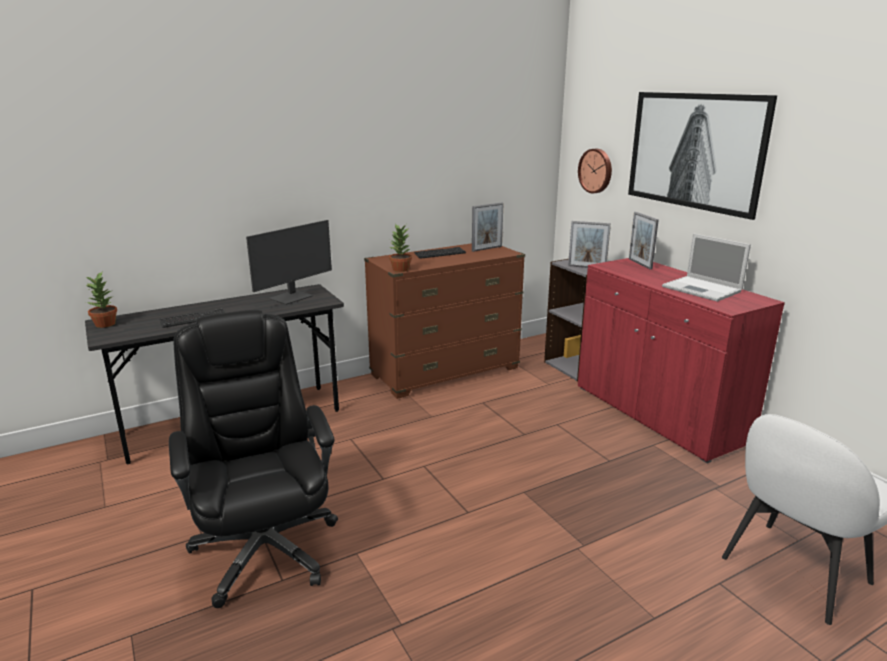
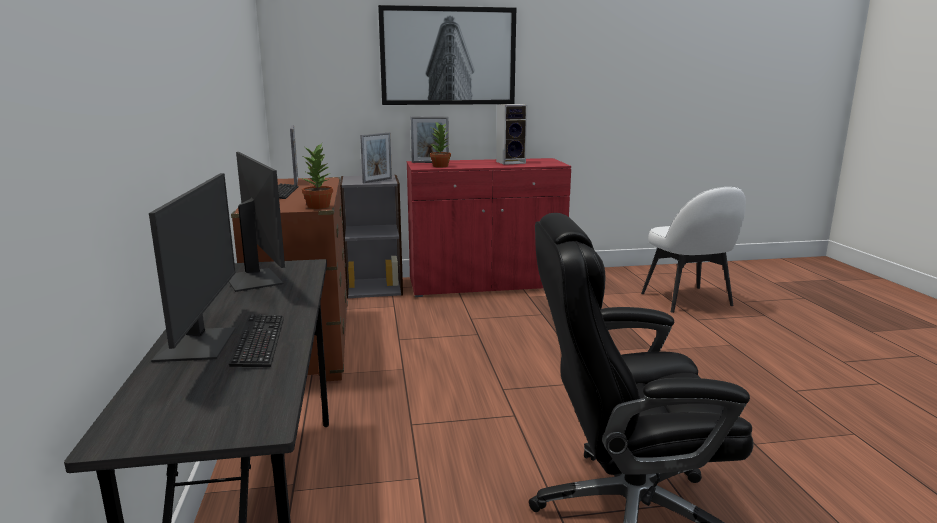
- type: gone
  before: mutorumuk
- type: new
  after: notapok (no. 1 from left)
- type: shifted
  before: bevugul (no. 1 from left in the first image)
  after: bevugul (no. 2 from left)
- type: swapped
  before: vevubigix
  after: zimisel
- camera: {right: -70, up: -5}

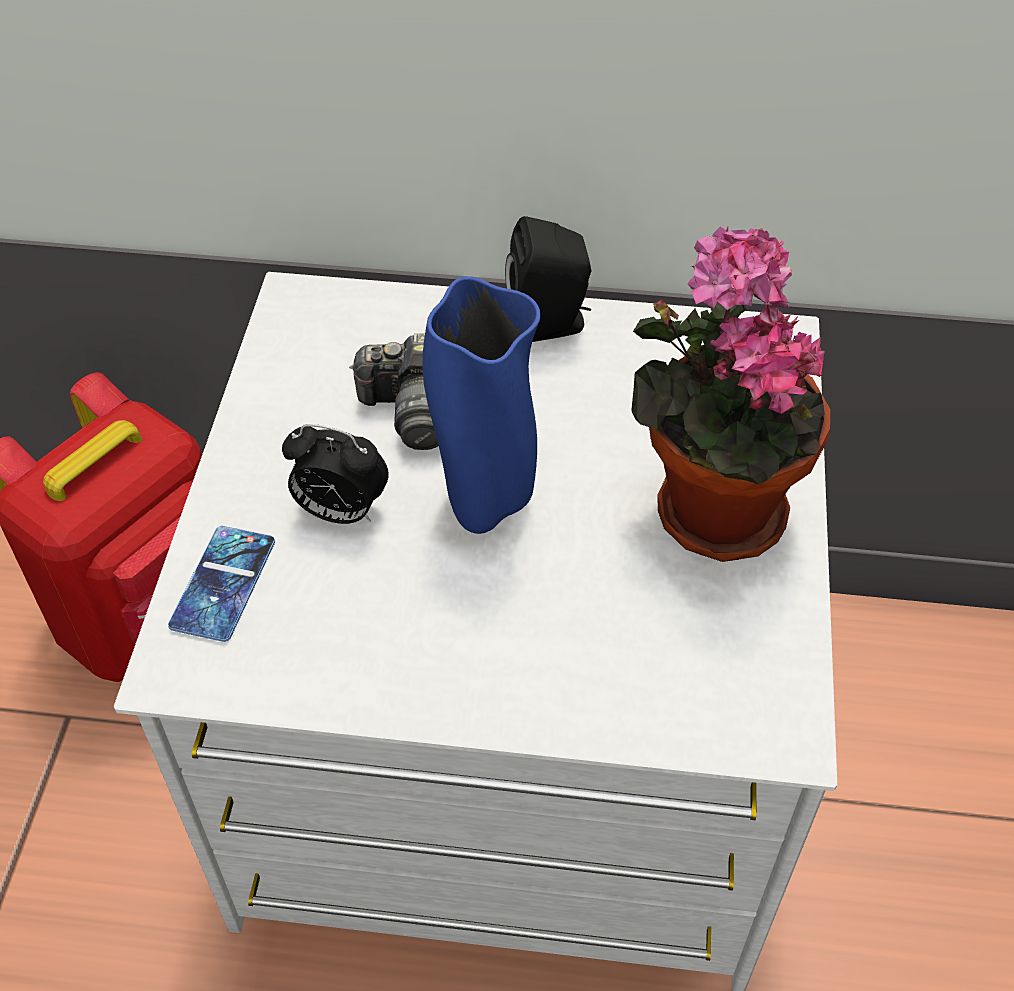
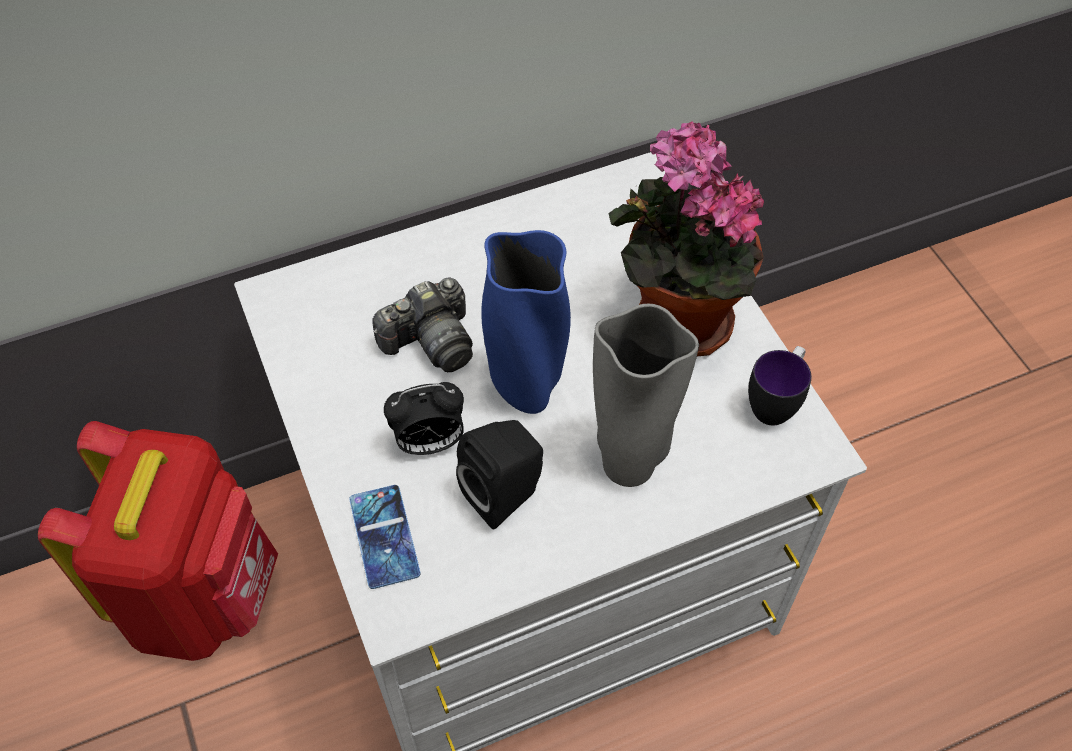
- type: new
  after: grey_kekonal
- type: new
  after: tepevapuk
- type: shifted
  before: black_zimisel
- camera: {right: -30, up: 5}

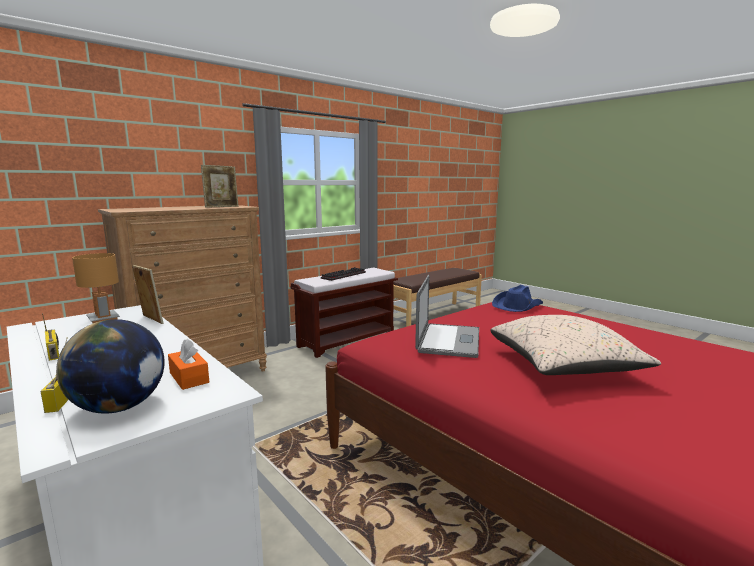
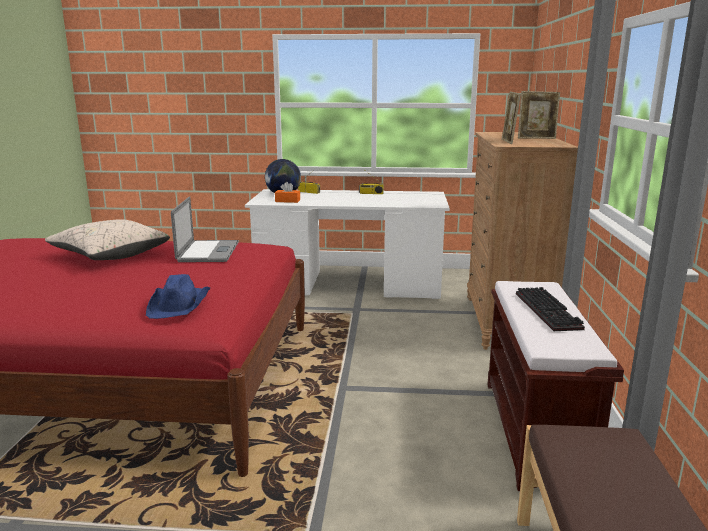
- type: gone
  before: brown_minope
- type: shifted
  before: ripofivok (no. 1 from left in the first image)
  after: ripofivok (no. 2 from left)
- type: rotated
  before: vevubigix
  turn: -150
- camera: {right: 135, up: 5}

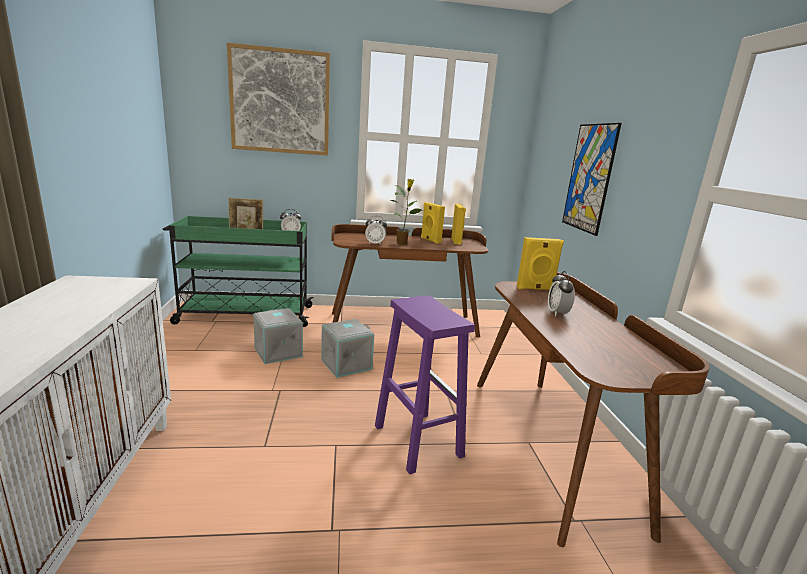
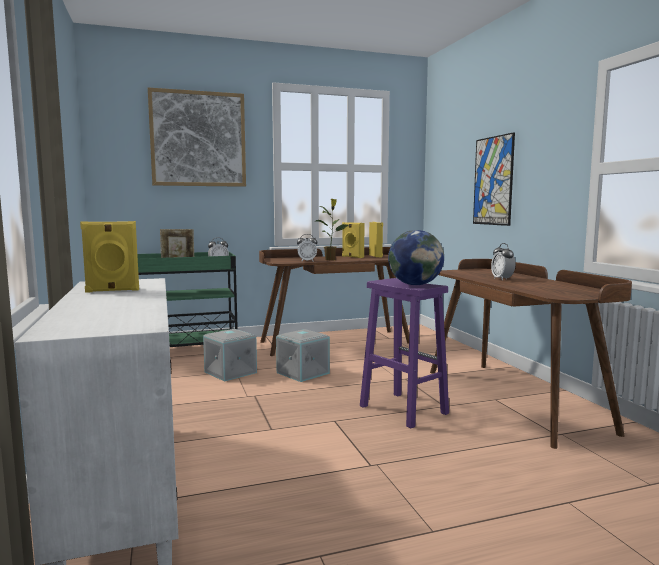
- type: new
  after: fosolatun
- type: shifted
  before: yellow_zimisel (no. 3 from left in the first image)
  after: yellow_zimisel (no. 1 from left)
- camera: {right: -10, up: -10}

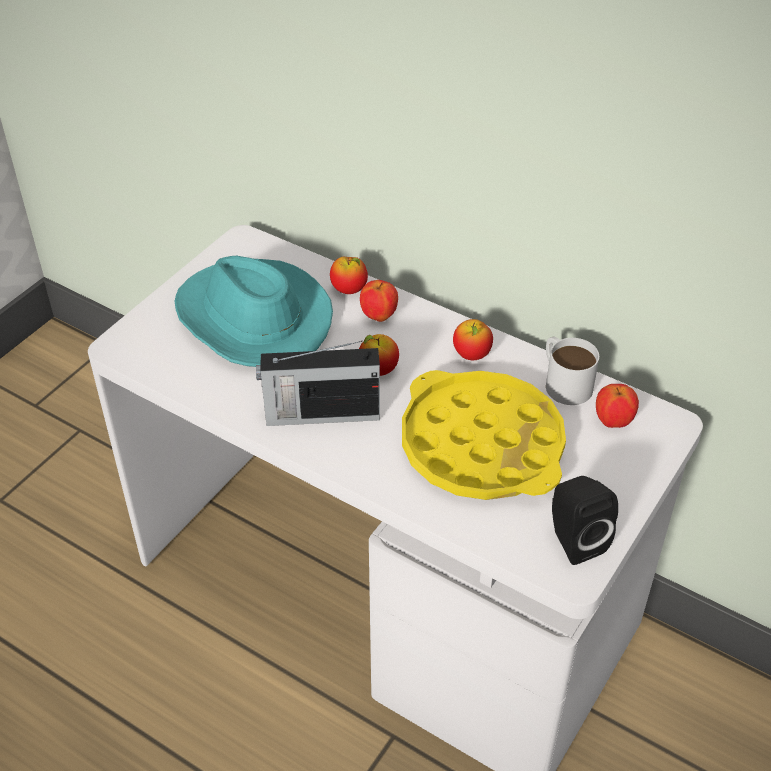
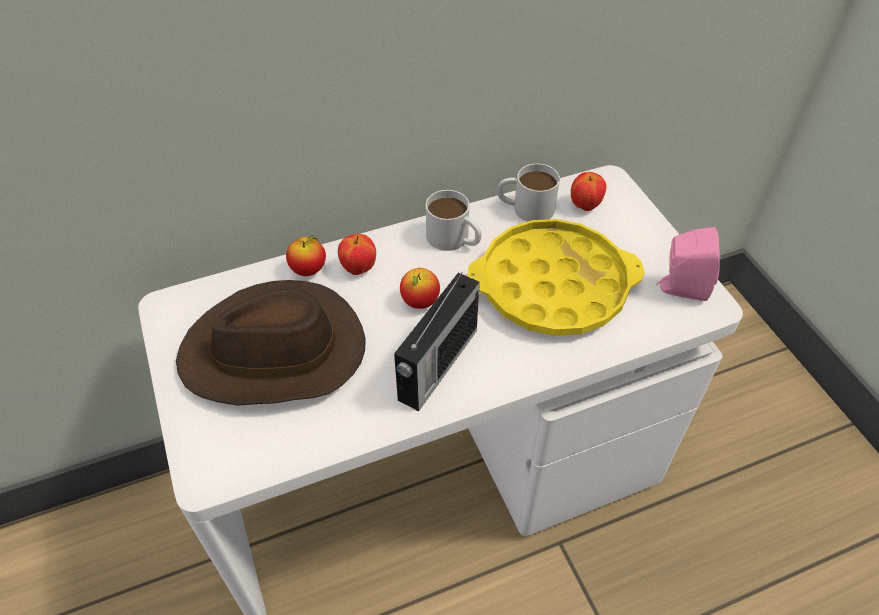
- type: swapped
  before: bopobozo (no. 4 from left)
  after: white_tepevapuk (no. 1 from left)
- type: repainted
  before: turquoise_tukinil
  after: brown_tukinil
- type: repainted
  before: black_zimisel
  after: pink_zimisel
- camera: {right: -55, up: 5}

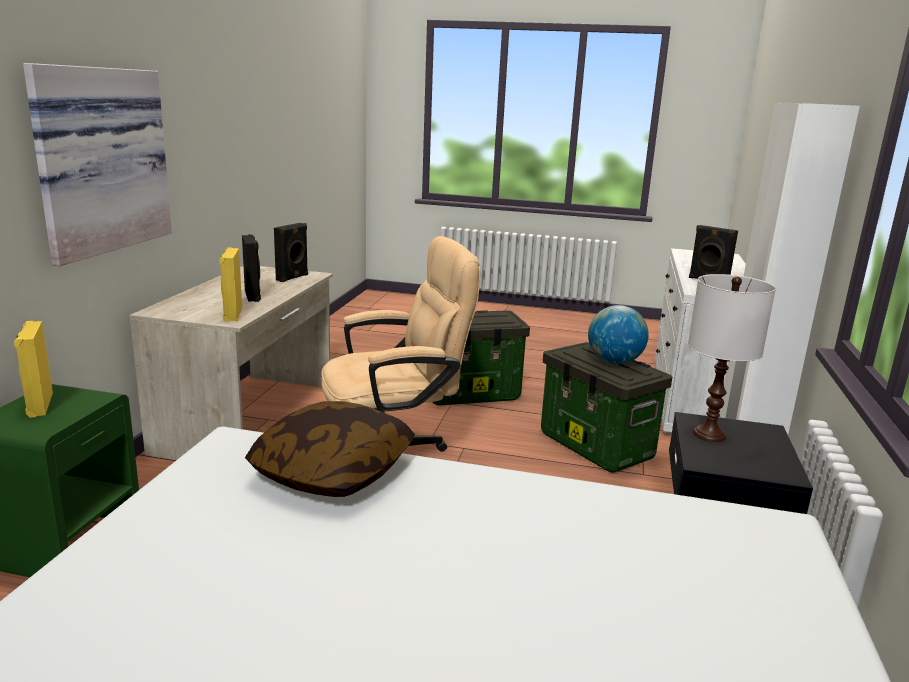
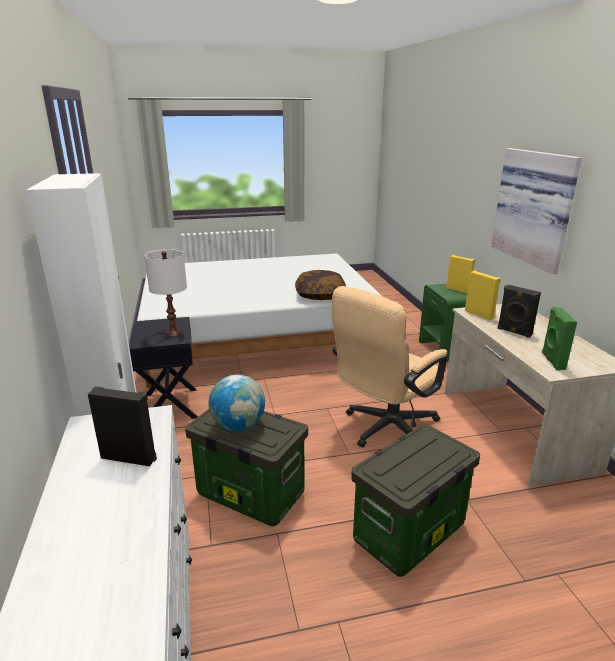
- type: repainted
  before: black_zimisel (no. 2 from left)
  after: green_zimisel
- camera: {right: 155, up: 5}

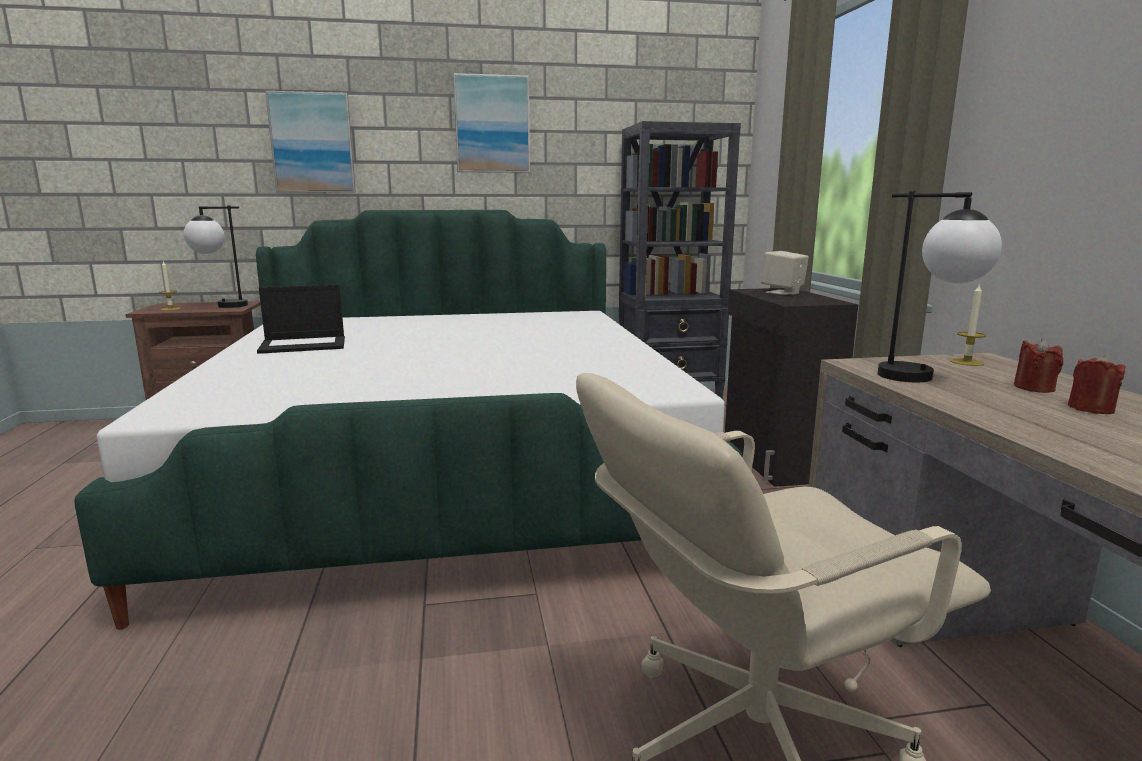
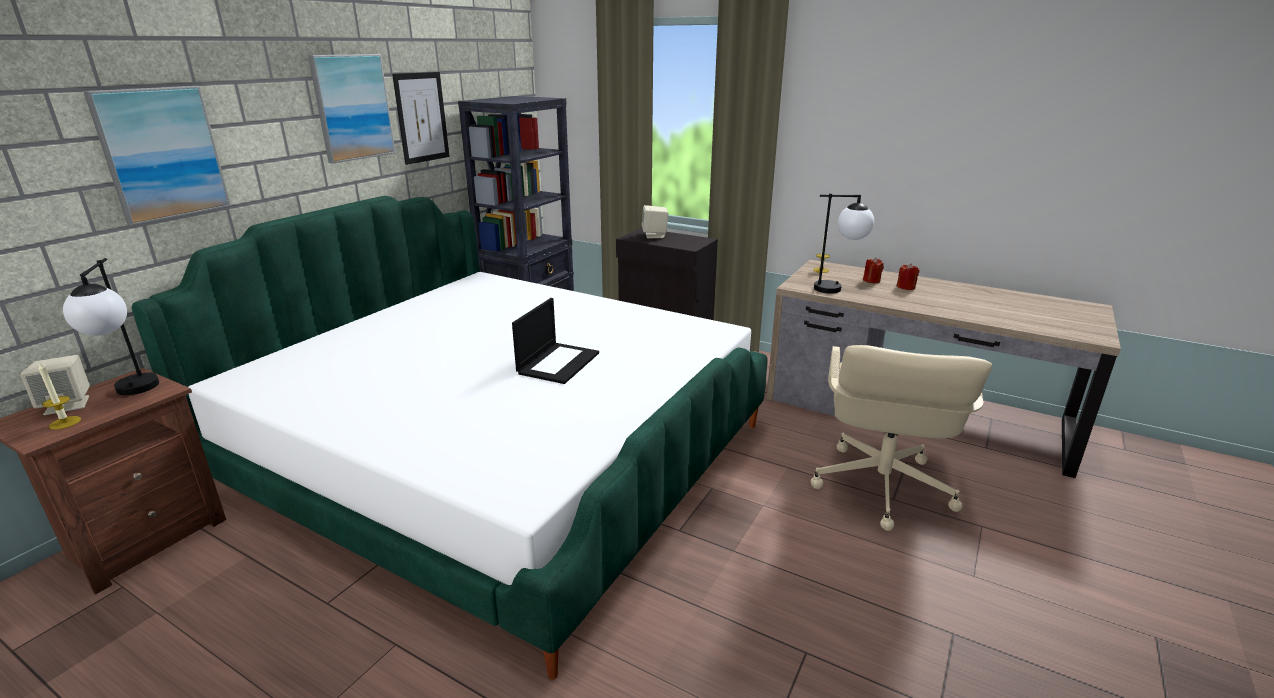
- type: new
  after: beige_zimisel (no. 1 from left)
- type: new
  after: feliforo (no. 3 from left)
- type: shifted
  before: vevubigix
- camera: {right: -50, up: 10}

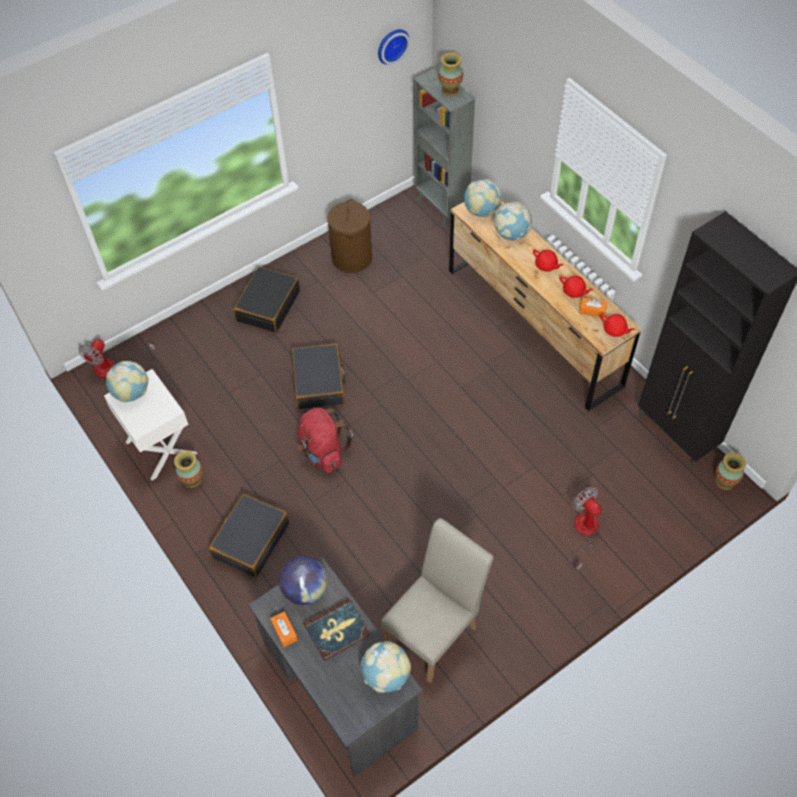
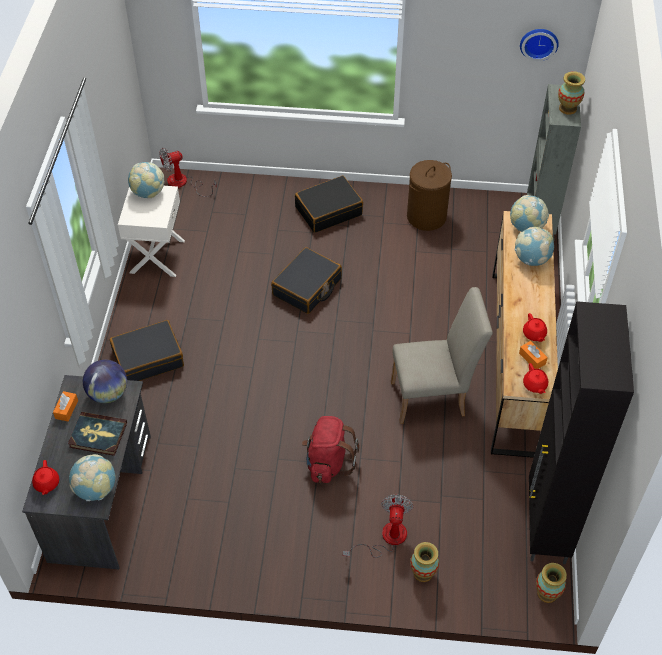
- type: shifted
  before: kekonal (no. 1 from left)
- type: shifted
  before: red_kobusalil
- type: shifted
  before: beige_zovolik
- type: shifted
  before: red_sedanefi (no. 1 from left)
- camera: {right: 40, up: -5}

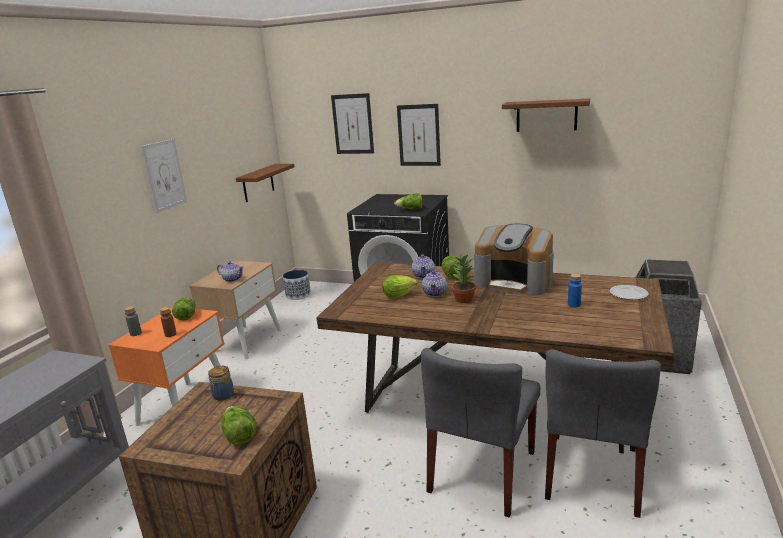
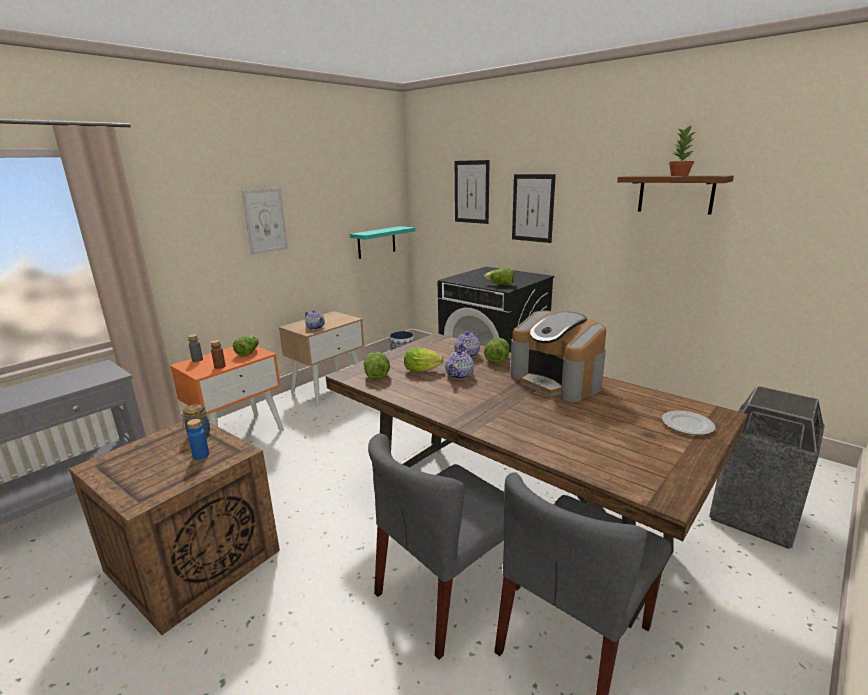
- type: shifted
  before: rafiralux (no. 2 from left)
- type: shifted
  before: bevugul
- type: shifted
  before: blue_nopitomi
- type: repainted
  before: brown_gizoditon (no. 1 from left)
  after: turquoise_gizoditon
- camera: {right: 20, up: 0}

